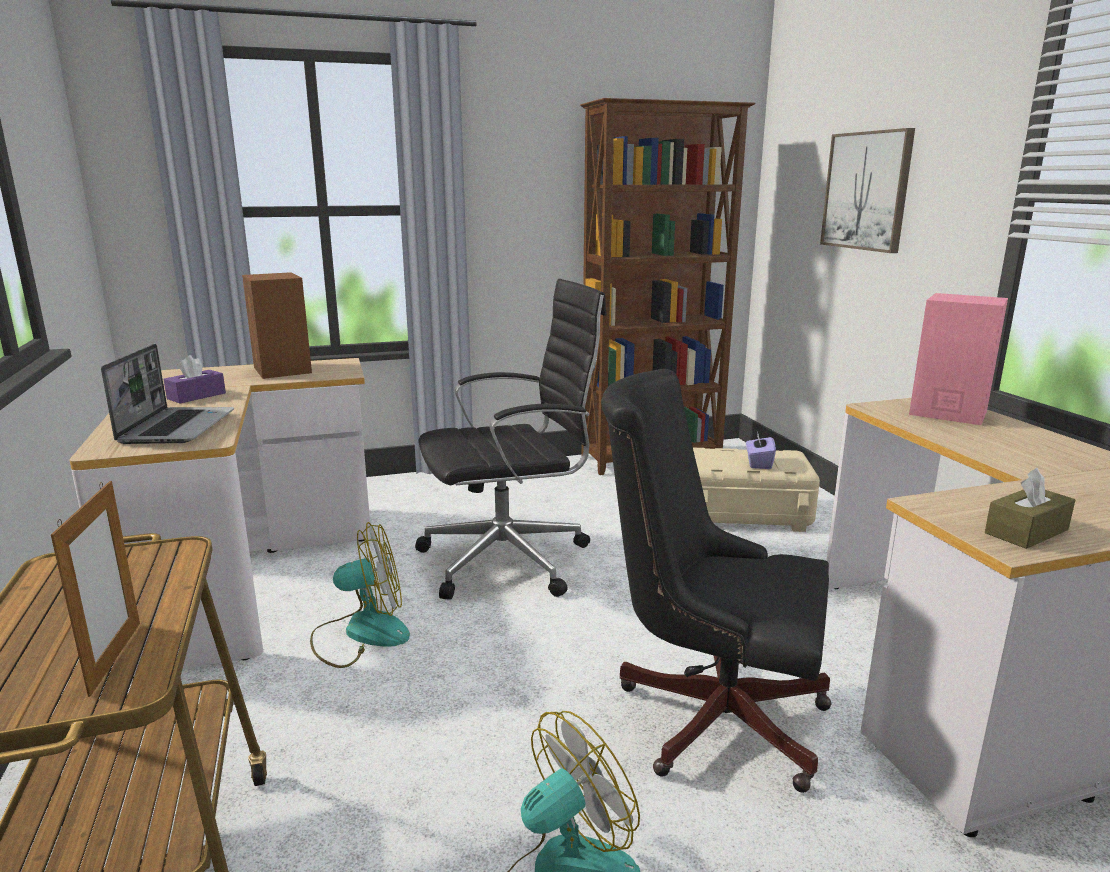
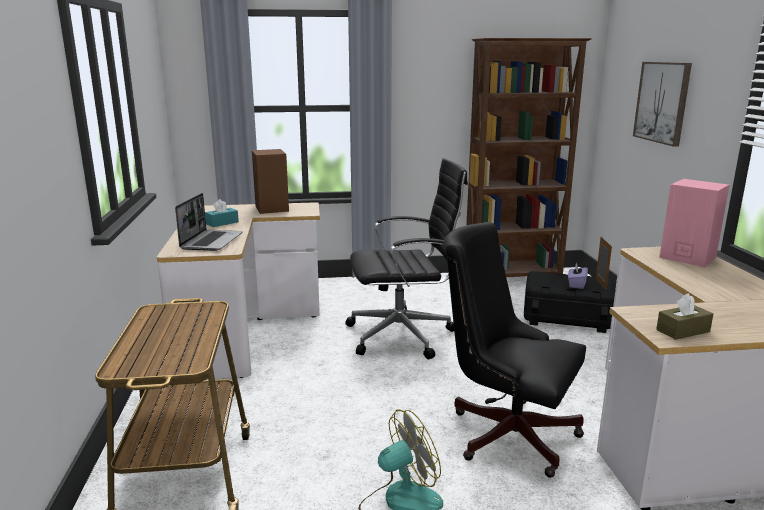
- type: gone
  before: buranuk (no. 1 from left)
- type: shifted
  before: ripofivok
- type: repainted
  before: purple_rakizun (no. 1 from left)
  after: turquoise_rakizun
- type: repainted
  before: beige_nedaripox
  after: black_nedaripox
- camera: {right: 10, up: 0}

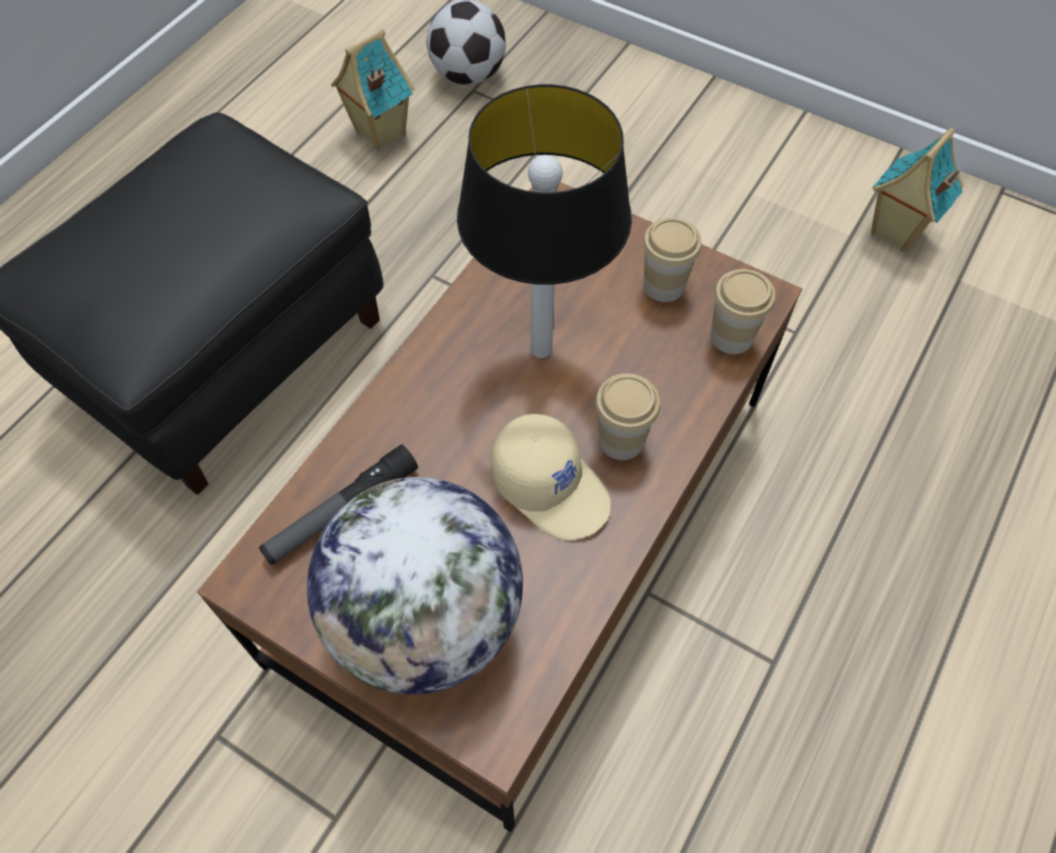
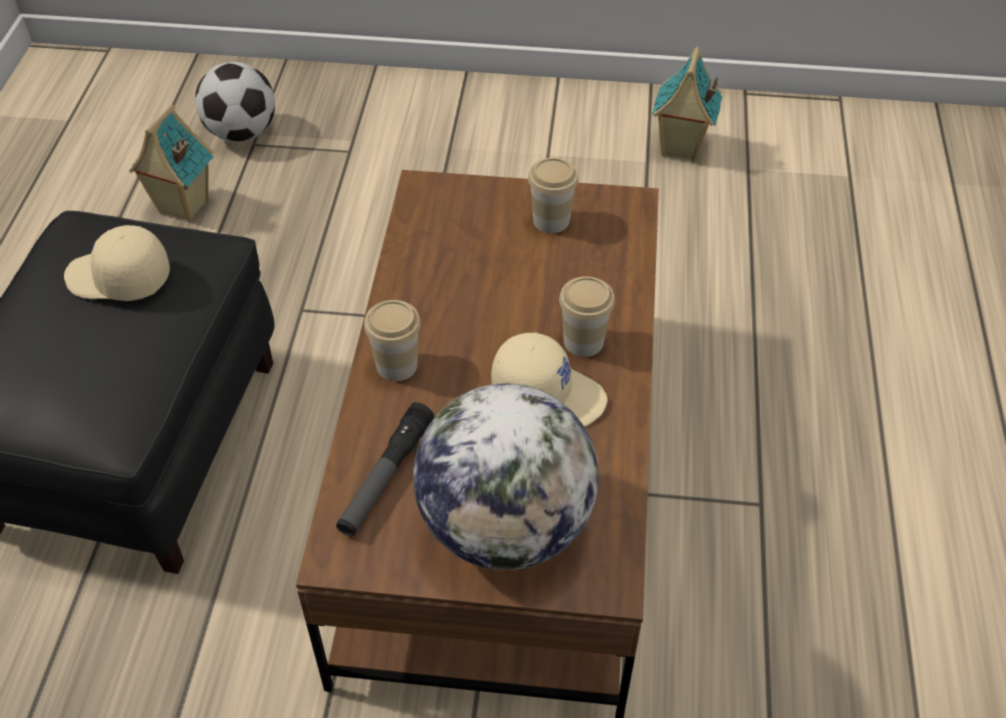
- type: gone
  before: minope
- type: new
  after: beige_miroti (no. 1 from left)
- type: shifted
  before: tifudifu (no. 3 from left in the first image)
  after: tifudifu (no. 1 from left)
- camera: {right: -25, up: -10}

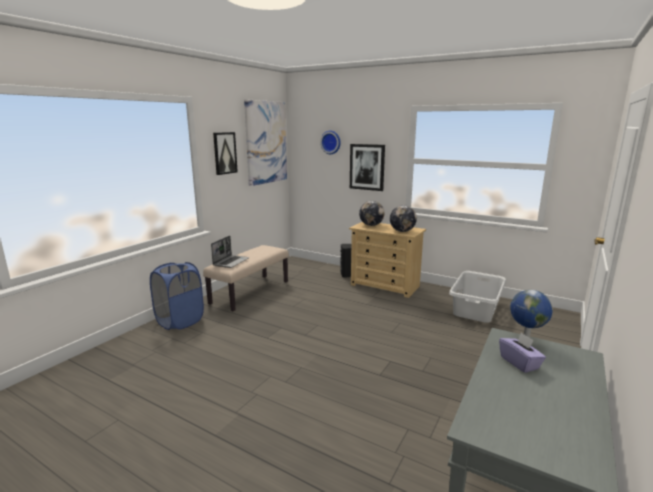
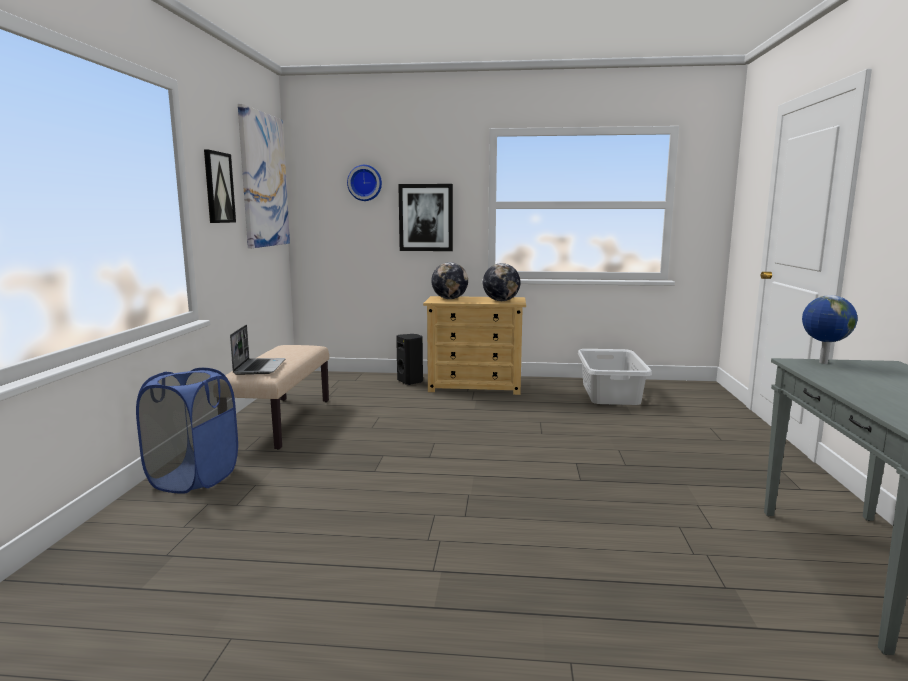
- type: gone
  before: purple_rakizun
- camera: {right: -25, up: -5}

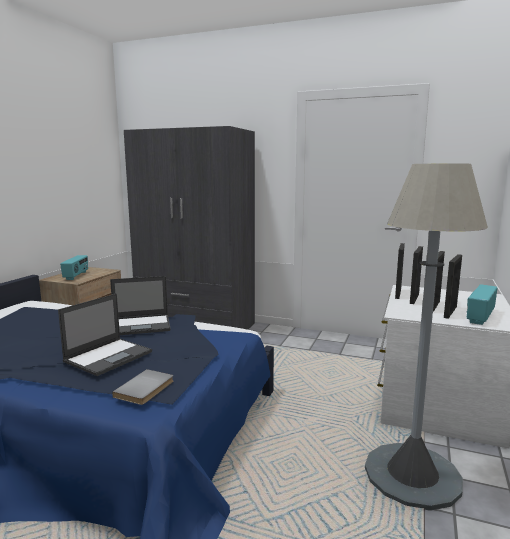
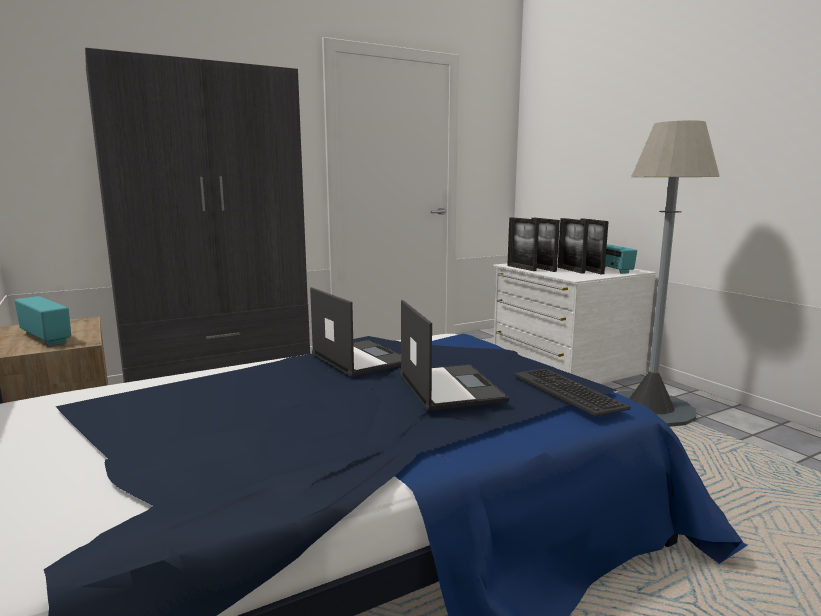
- type: swapped
  before: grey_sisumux
  after: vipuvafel
- type: rotated
  before: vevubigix (no. 2 from left in the first image)
  turn: -60
- camera: {right: -50, up: 0}

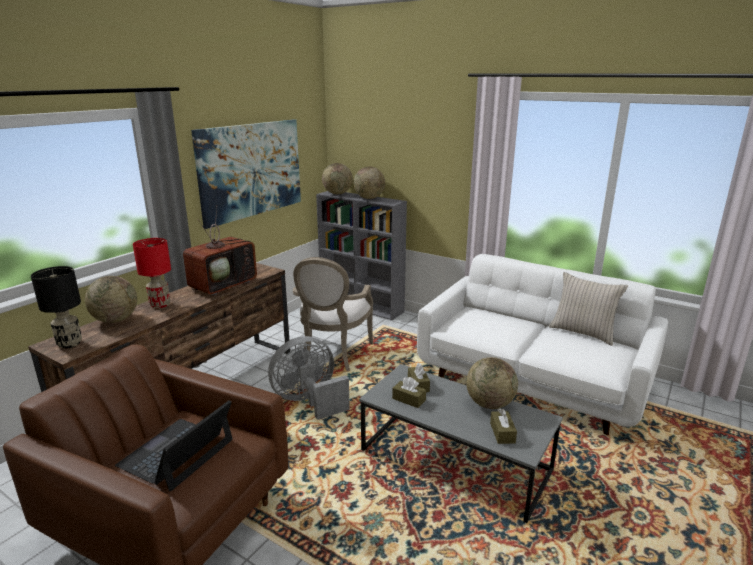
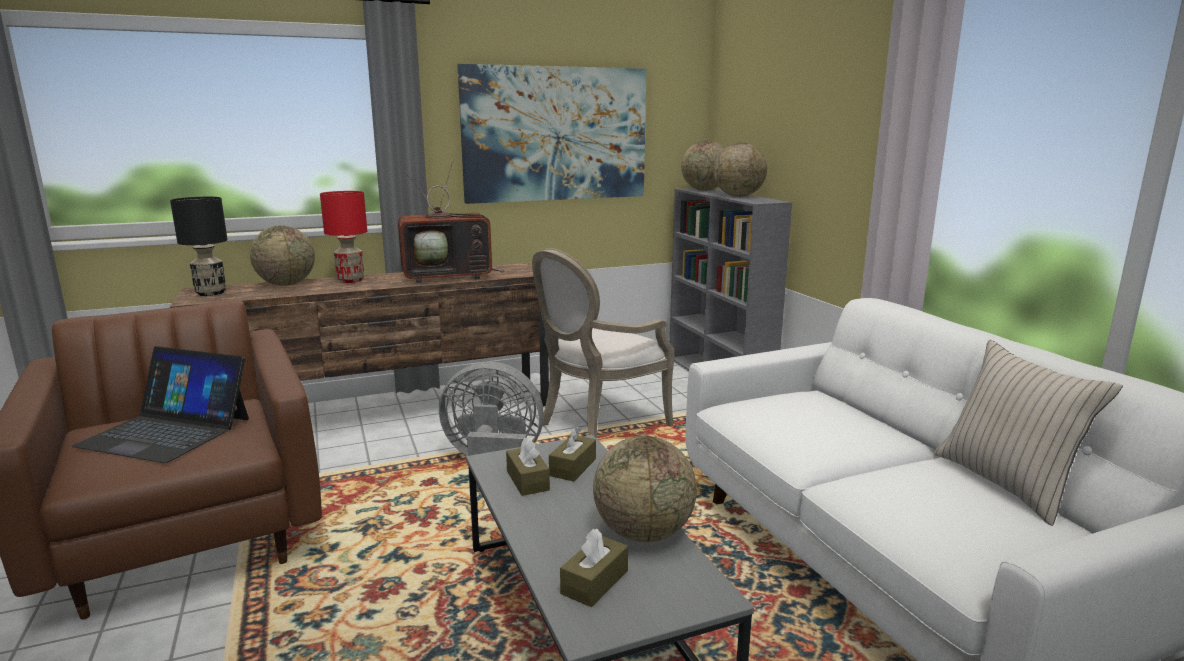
- type: rotated
  before: vevubigix
  turn: -135
- camera: {right: 35, up: -5}

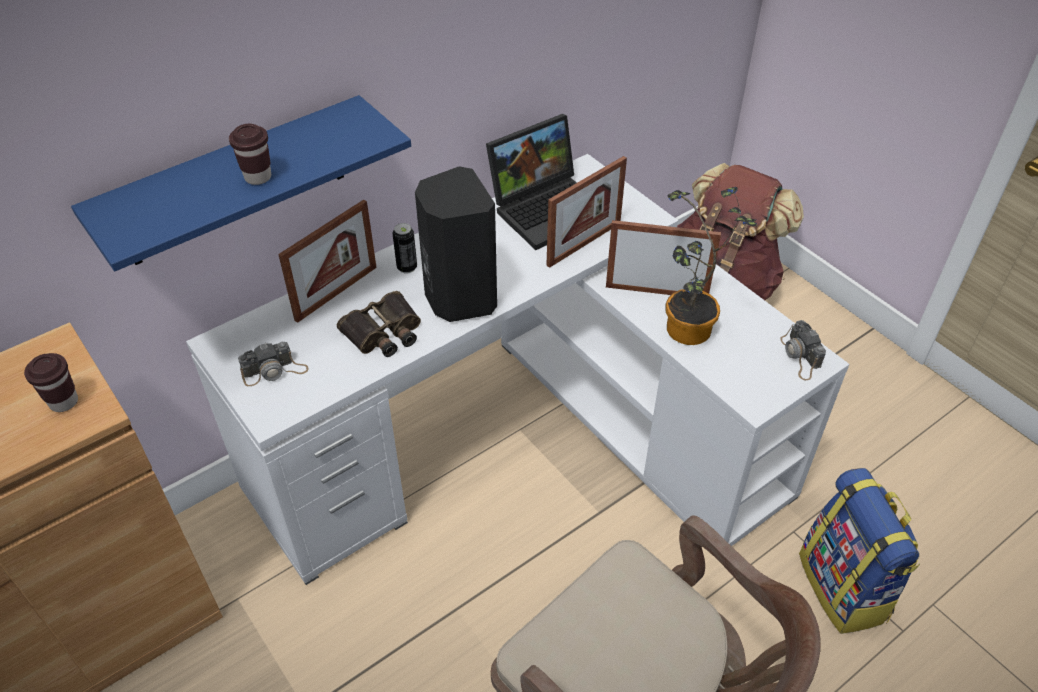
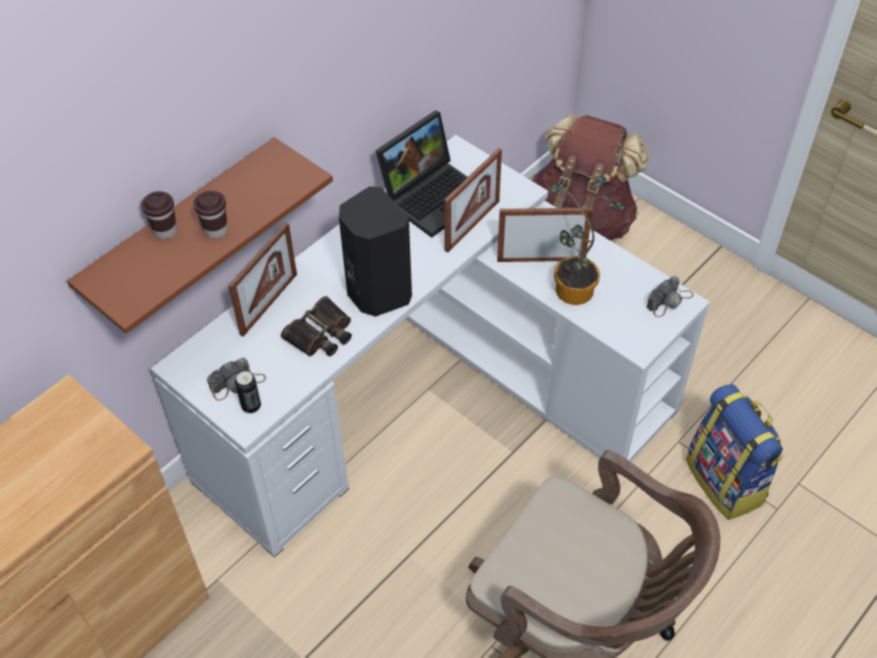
- type: shifted
  before: brown_tifudifu (no. 1 from left)
- type: shifted
  before: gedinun
- type: repainted
  before: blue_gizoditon
  after: brown_gizoditon
- type: rotated
  before: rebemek (no. 2 from left)
  turn: -105
- camera: {right: -10, up: 5}

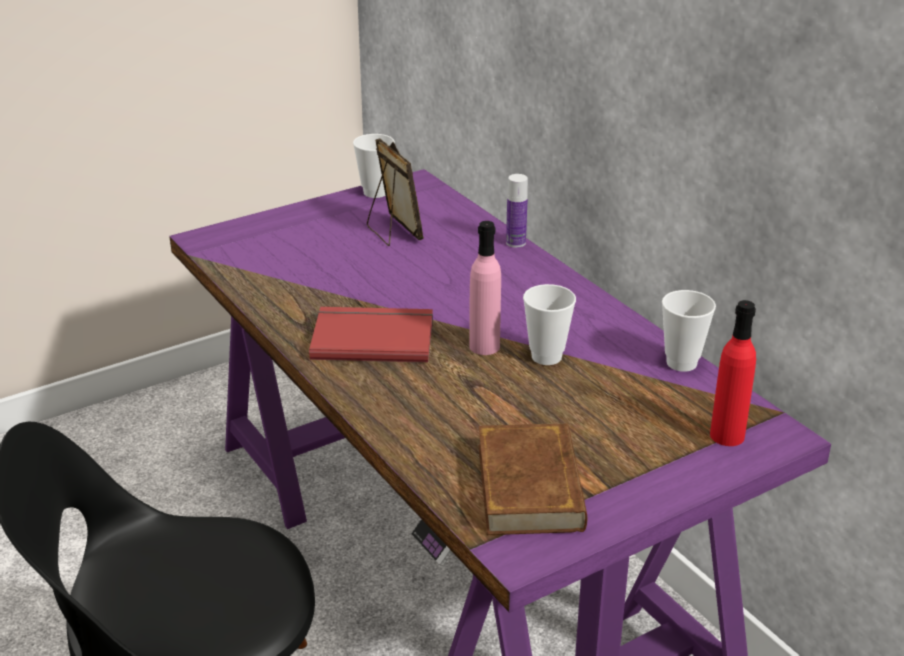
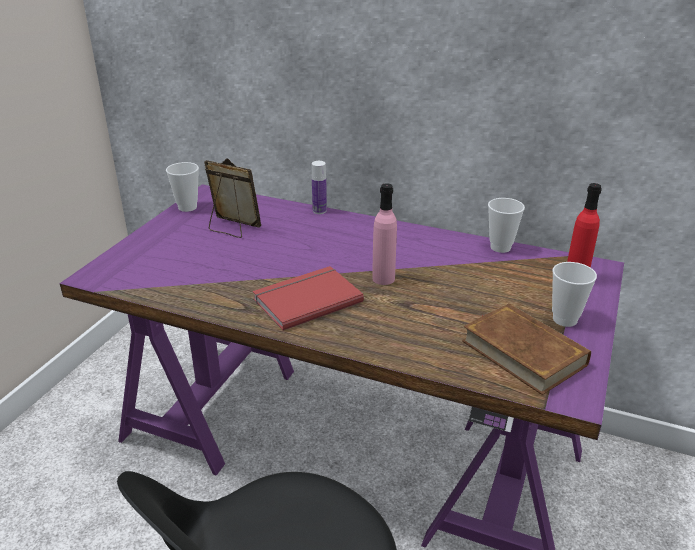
- type: shifted
  before: tifudifu (no. 2 from left in the first image)
  after: tifudifu (no. 3 from left)
- camera: {right: -35, up: 0}

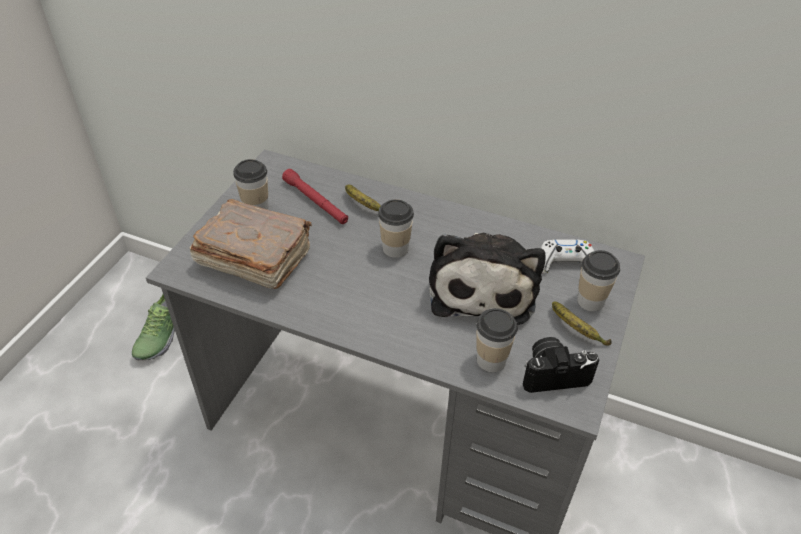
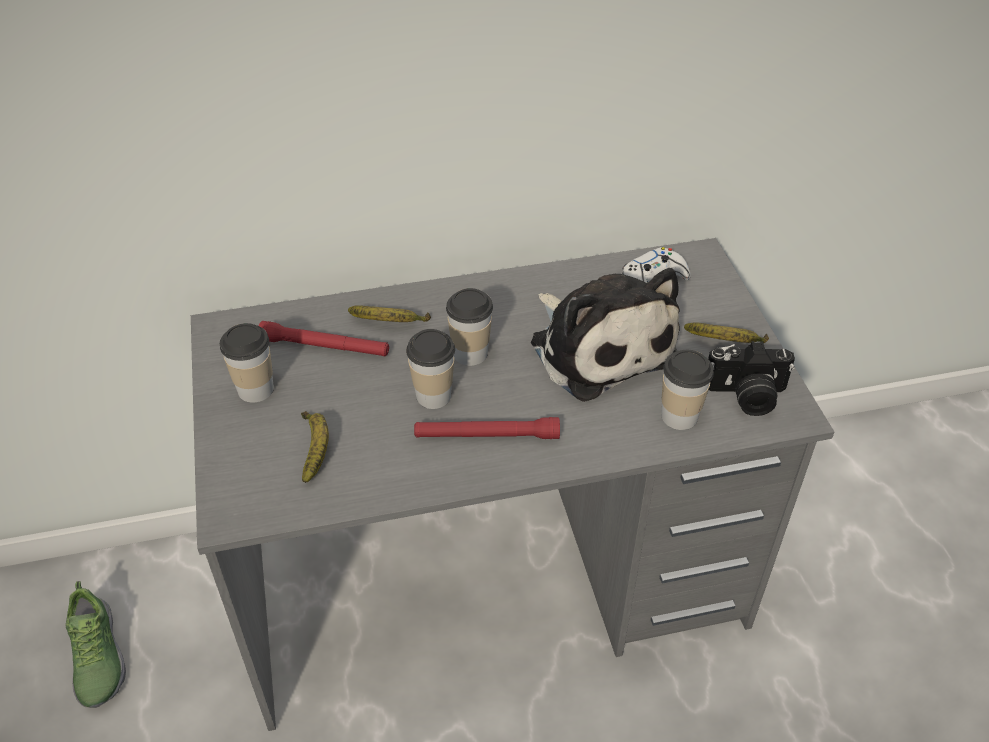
- type: new
  after: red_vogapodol (no. 2 from left)
- type: shifted
  before: tifudifu (no. 4 from left in the first image)
  after: tifudifu (no. 2 from left)
- type: swapped
  before: brown_sisumux
  after: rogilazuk (no. 1 from left)
- type: rotated
  before: rebemek
  turn: -135
- camera: {right: -35, up: 0}

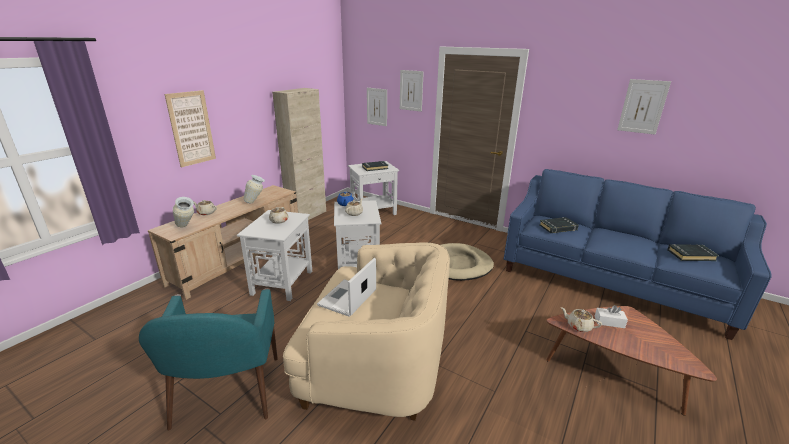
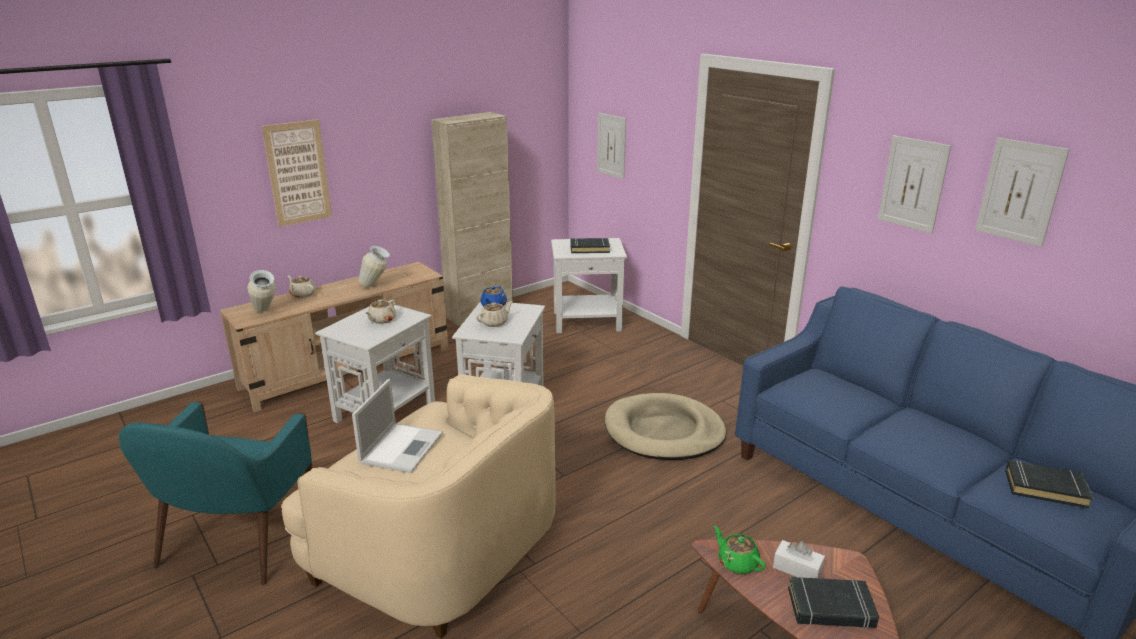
- type: shifted
  before: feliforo (no. 3 from left)
- type: shifted
  before: black_sisumux (no. 2 from left)
- type: repainted
  before: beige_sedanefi (no. 4 from left)
  after: green_sedanefi
- type: rotated
  before: vevubigix
  turn: 150
- camera: {right: 20, up: 0}

